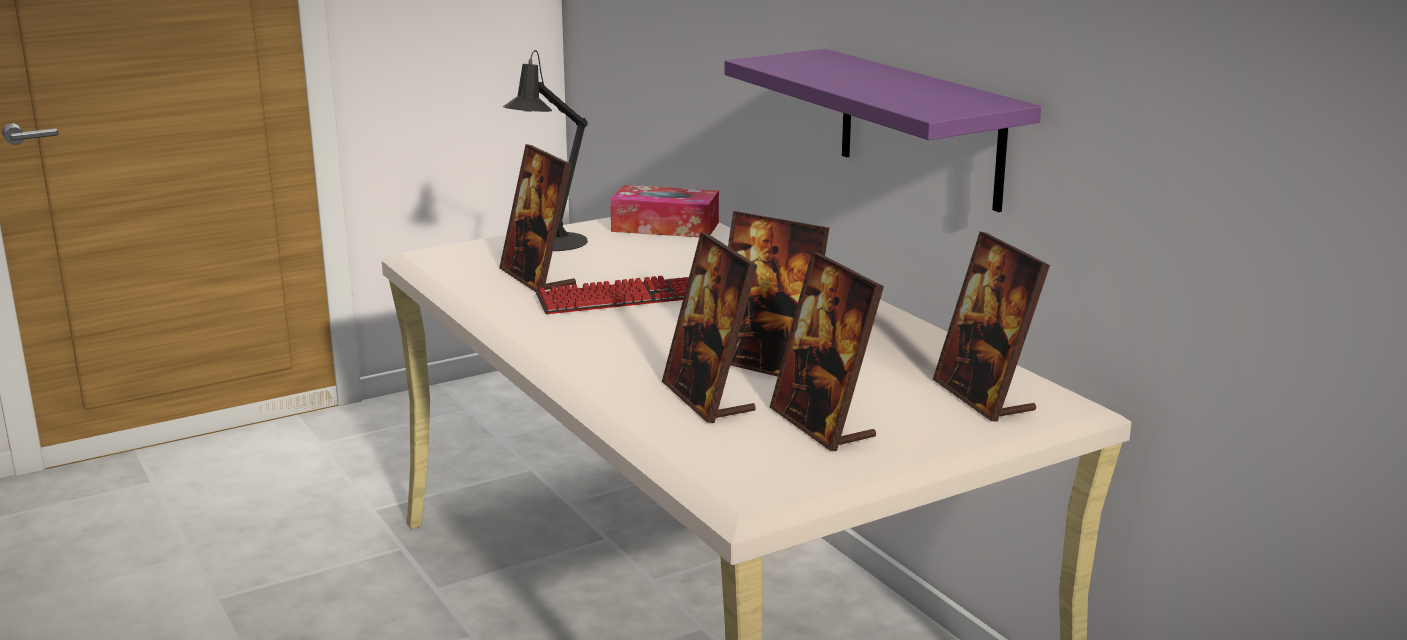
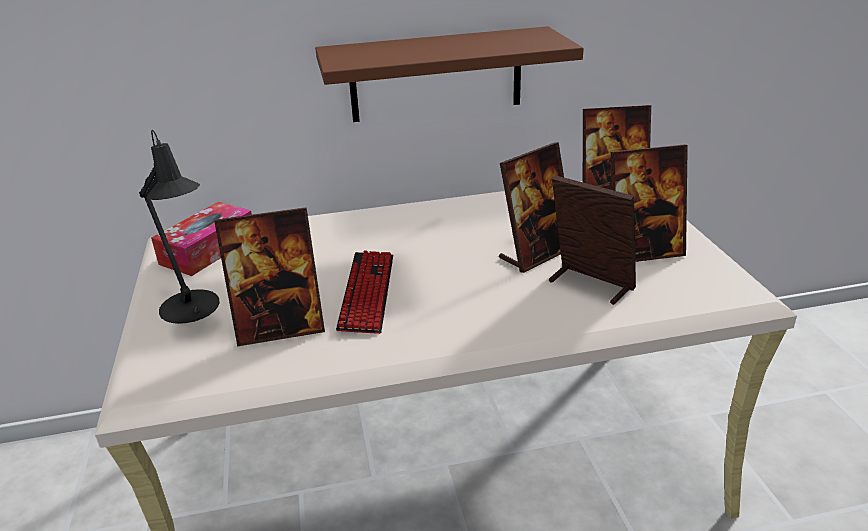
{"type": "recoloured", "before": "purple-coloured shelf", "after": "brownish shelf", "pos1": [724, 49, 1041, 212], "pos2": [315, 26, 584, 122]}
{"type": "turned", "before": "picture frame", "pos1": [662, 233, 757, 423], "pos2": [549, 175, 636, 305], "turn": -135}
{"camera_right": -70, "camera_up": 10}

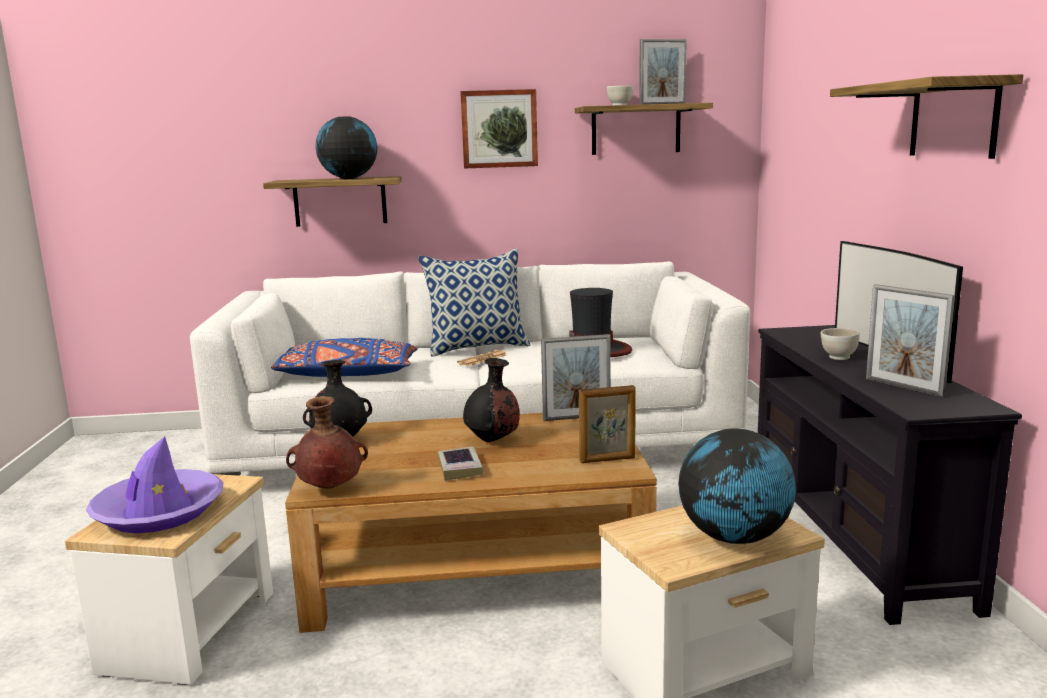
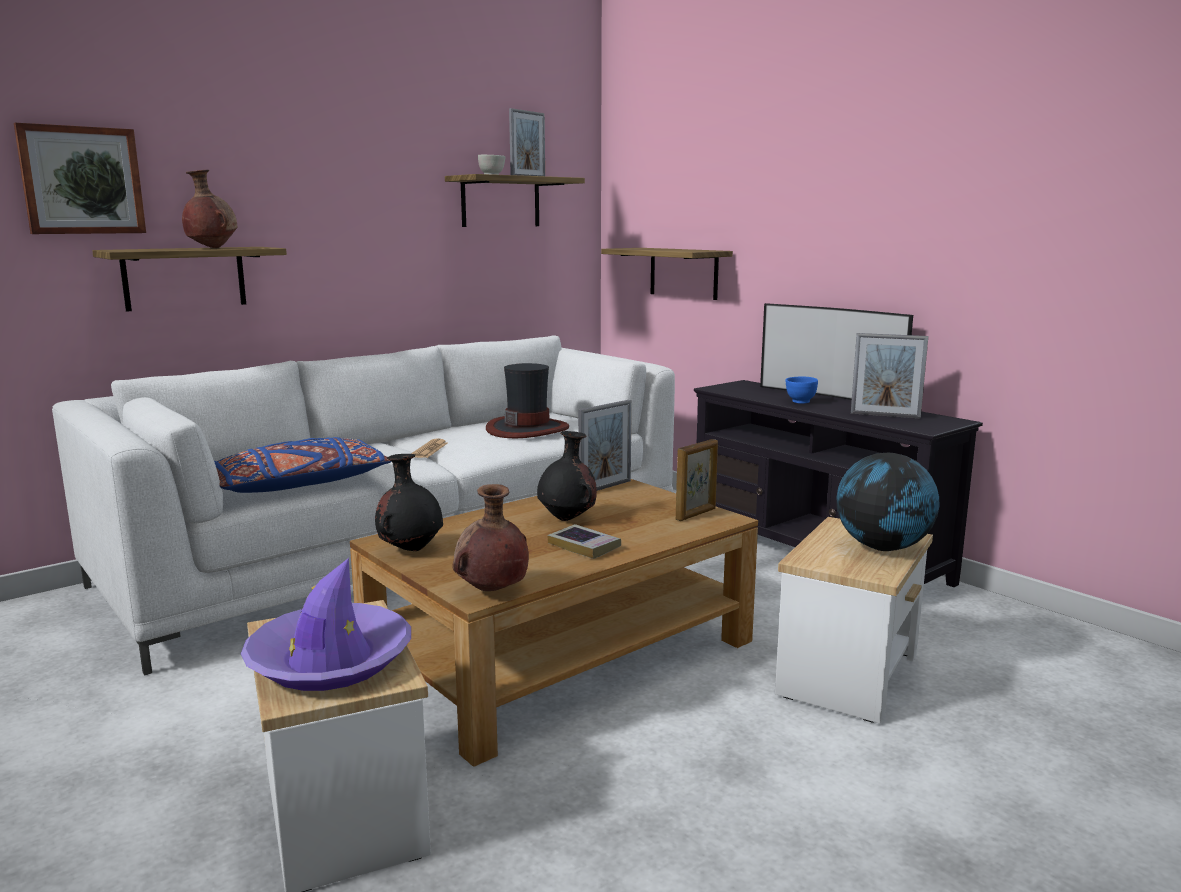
{"type": "moved", "before": "shelf", "pos1": [830, 74, 1023, 159], "pos2": [601, 248, 733, 300]}
{"type": "moved", "before": "wall picture", "pos1": [460, 89, 538, 169], "pos2": [14, 123, 146, 234]}
{"type": "replaced", "before": "world globe", "after": "brownish vase", "pos1": [316, 117, 377, 179], "pos2": [182, 170, 237, 248]}
{"type": "removed", "before": "pillow", "pos1": [418, 248, 531, 356]}
{"type": "recoloured", "before": "white-coloured deep dish", "after": "bluish deep dish", "pos1": [821, 328, 860, 360], "pos2": [786, 377, 818, 404]}
{"camera_right": -35, "camera_up": 0}

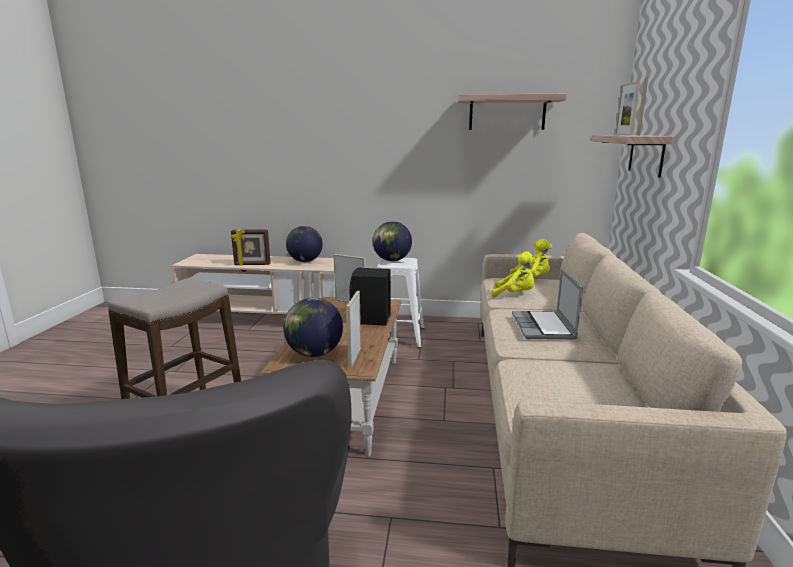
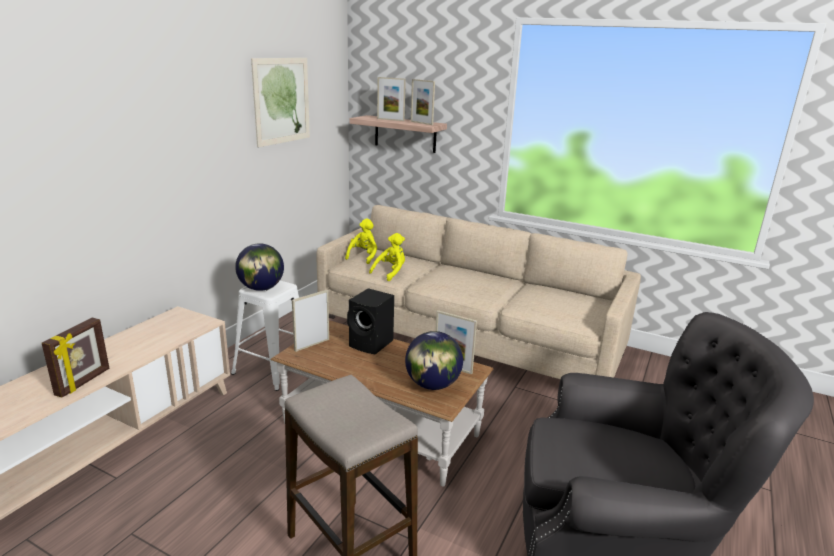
{"type": "replaced", "before": "shelf", "after": "wall picture", "pos1": [458, 94, 567, 130], "pos2": [251, 58, 310, 147]}
{"type": "removed", "before": "world globe", "pos1": [286, 226, 323, 262]}
{"type": "removed", "before": "laptop", "pos1": [512, 268, 583, 339]}
{"camera_right": -70, "camera_up": 5}

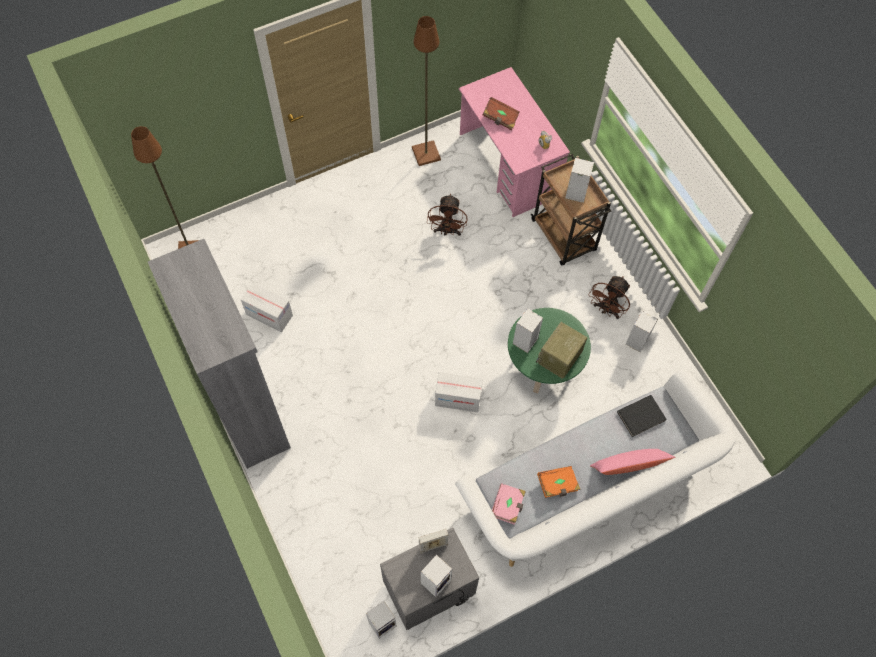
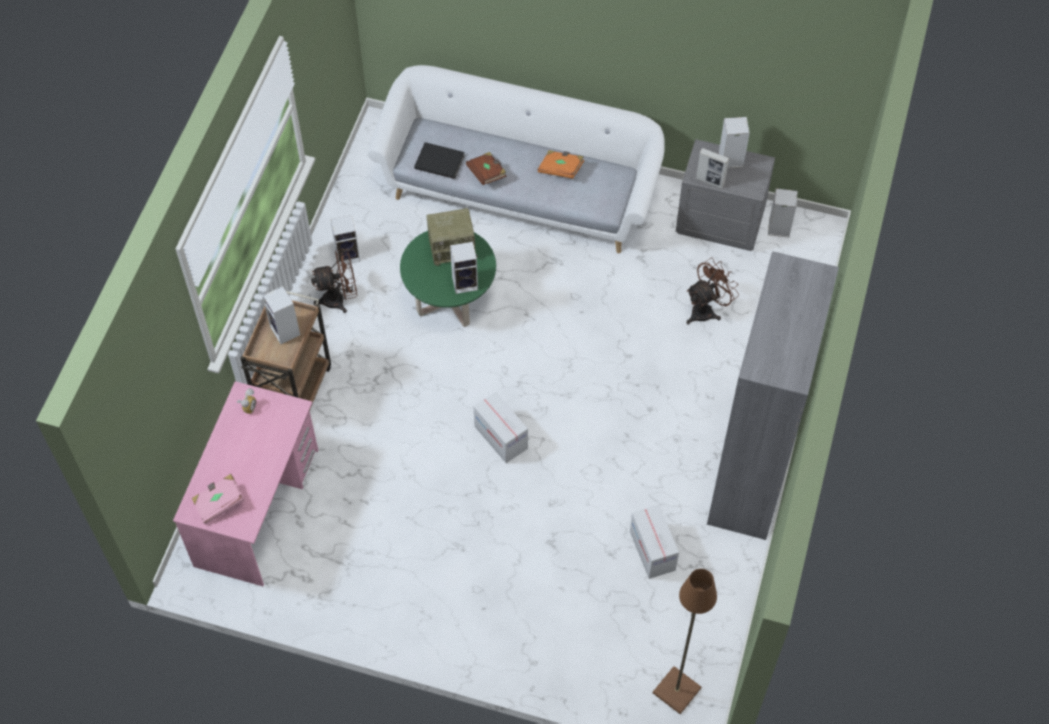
{"type": "removed", "before": "brownish floor lamp", "pos1": [412, 16, 441, 166]}
{"type": "moved", "before": "brownish bound book", "pos1": [483, 97, 520, 130], "pos2": [466, 152, 507, 185]}
{"type": "moved", "before": "brownish fan", "pos1": [427, 194, 468, 236], "pos2": [686, 258, 739, 324]}
{"type": "moved", "before": "cardboard box", "pos1": [435, 372, 483, 412], "pos2": [473, 392, 528, 463]}
{"type": "removed", "before": "pink pillow", "pos1": [590, 449, 675, 475]}
{"type": "moved", "before": "pink bound book", "pos1": [492, 483, 526, 525], "pos2": [192, 474, 244, 524]}
{"camera_right": -135, "camera_up": -5}

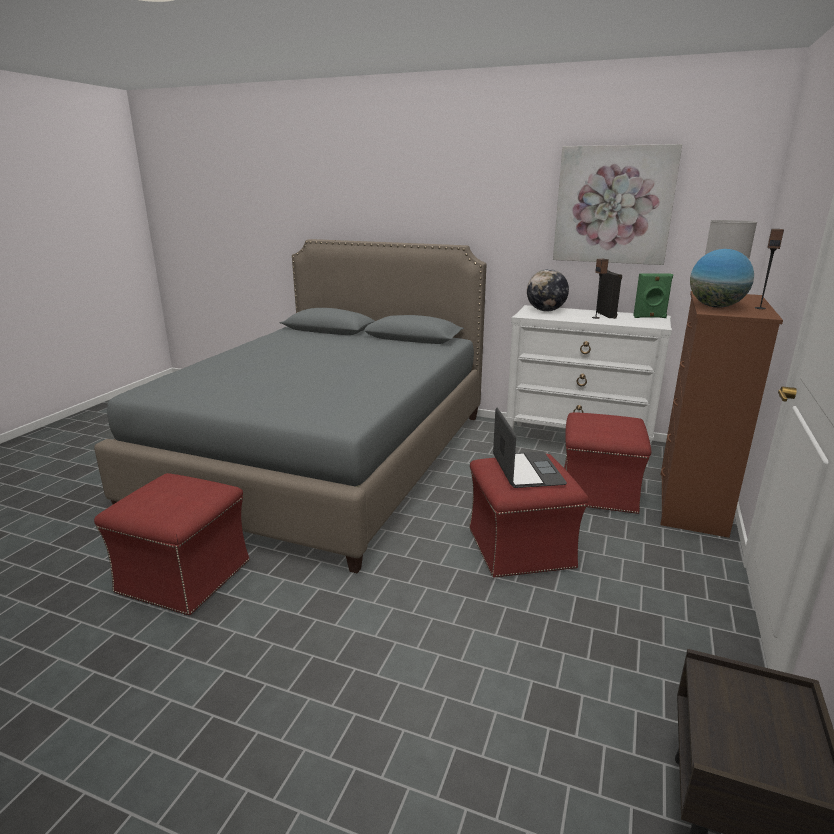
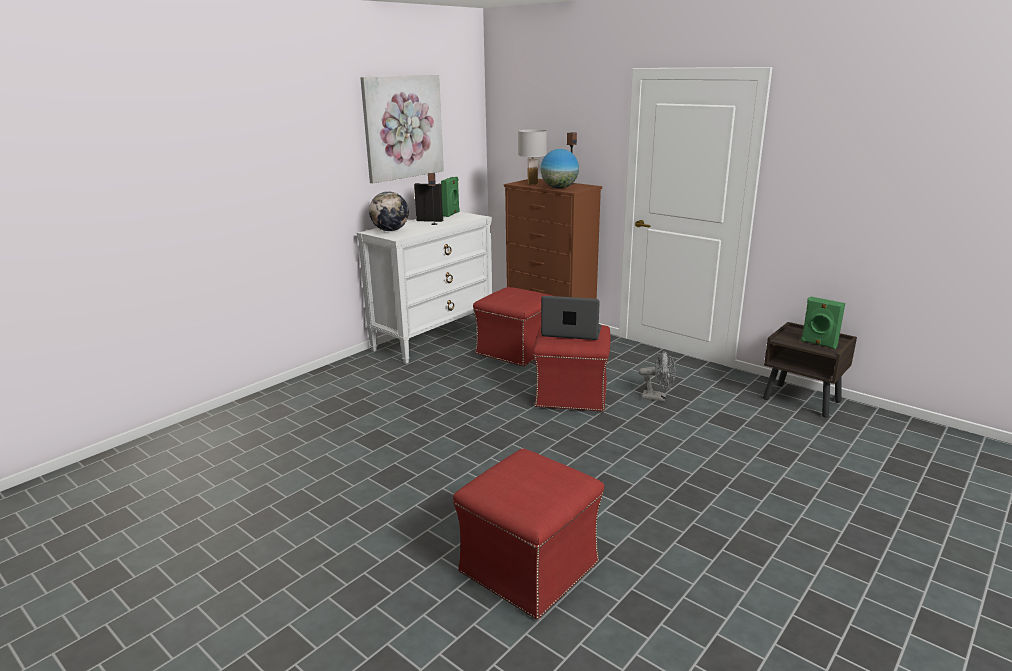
{"type": "removed", "before": "greyish bedroom bed", "pos1": [94, 239, 486, 573]}
{"type": "added", "after": "greenish speaker", "pos2": [801, 297, 845, 349]}
{"type": "added", "after": "greyish fan", "pos2": [639, 351, 676, 401]}
{"camera_right": -70, "camera_up": 0}

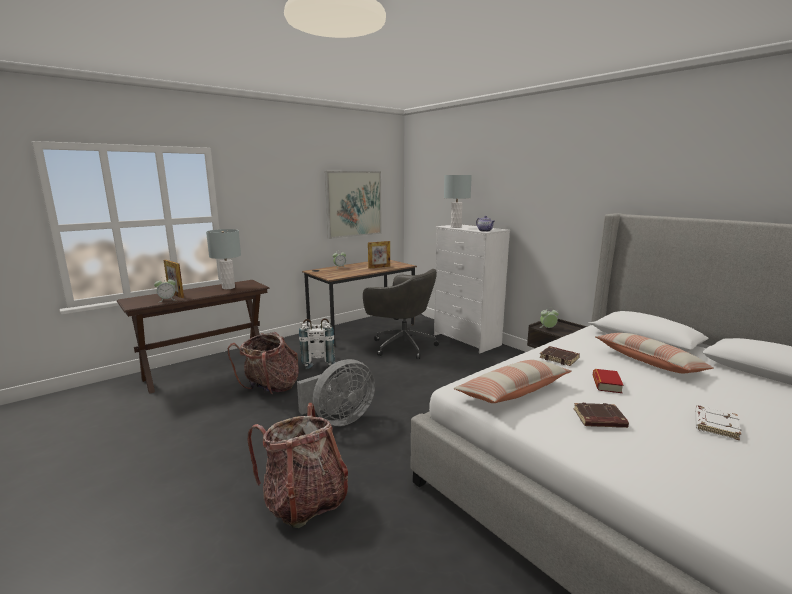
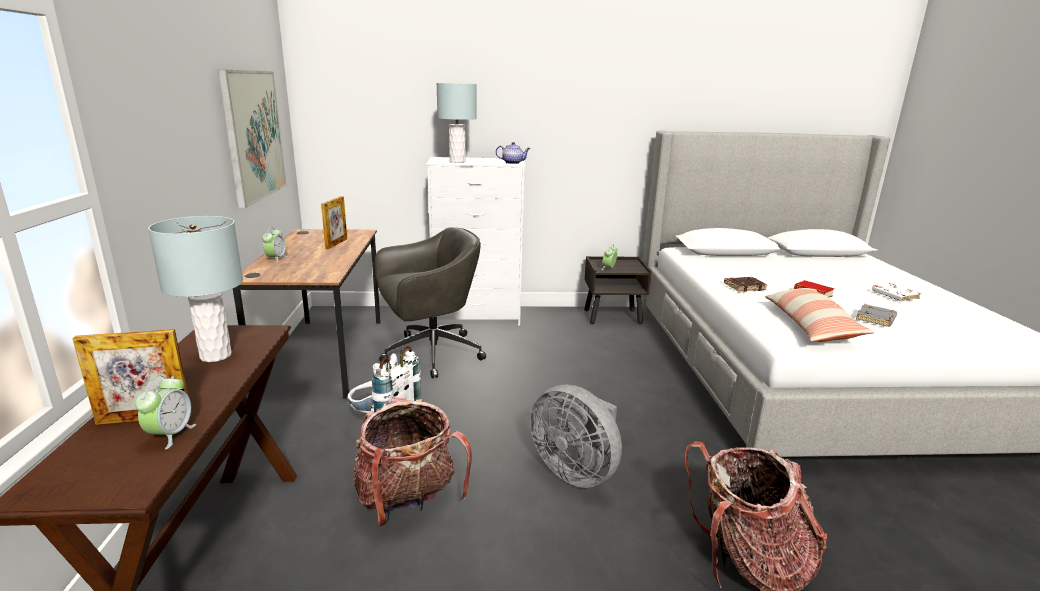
{"type": "removed", "before": "pillow", "pos1": [595, 333, 714, 373]}
{"type": "turned", "before": "greyish fan", "pos1": [297, 359, 375, 426], "pos2": [530, 385, 622, 488], "turn": 135}
{"type": "recoloured", "before": "brownish bound book", "after": "greyish bound book", "pos1": [574, 403, 629, 428], "pos2": [856, 304, 897, 327]}
{"camera_right": -55, "camera_up": 5}

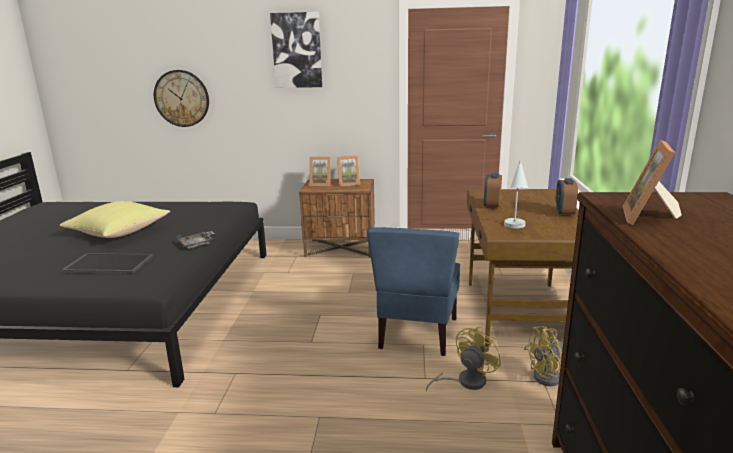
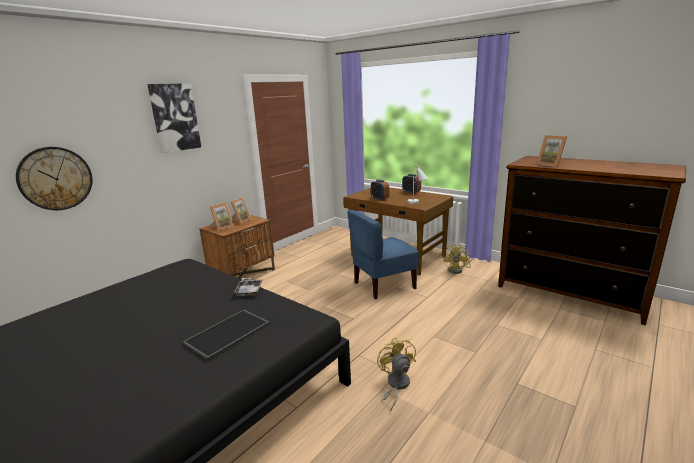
{"type": "removed", "before": "yellowish pillow", "pos1": [60, 201, 170, 238]}
{"type": "turned", "before": "bluish upright chair", "pos1": [367, 227, 460, 356], "pos2": [347, 210, 419, 299], "turn": 105}
{"type": "moved", "before": "yellowish fan", "pos1": [426, 327, 501, 392], "pos2": [377, 337, 416, 412]}
{"camera_right": -55, "camera_up": 0}

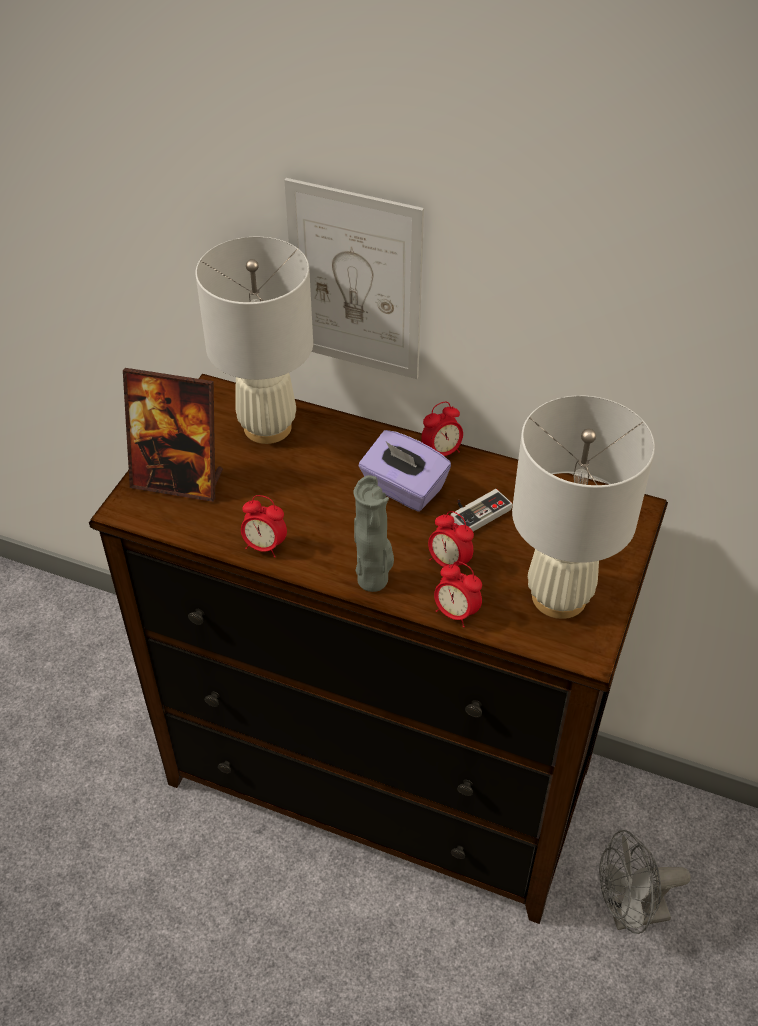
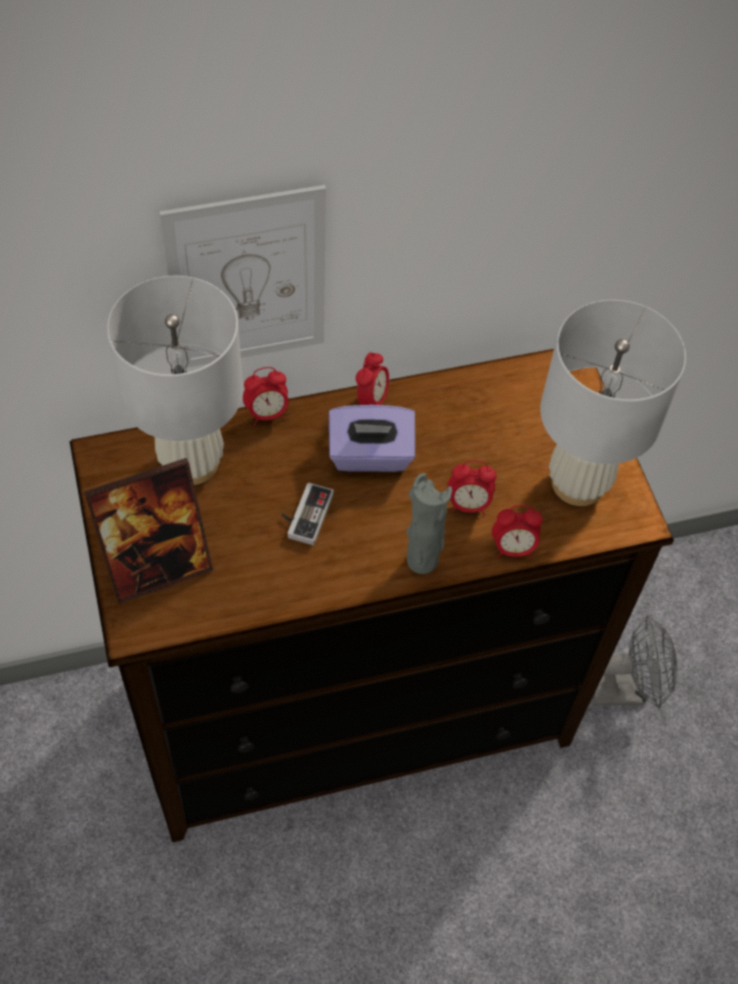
{"type": "moved", "before": "gamepad", "pos1": [451, 489, 512, 531], "pos2": [281, 483, 334, 545]}
{"type": "moved", "before": "bedside clock", "pos1": [241, 495, 287, 558], "pos2": [243, 367, 288, 425]}
{"type": "turned", "before": "greyish fan", "pos1": [599, 830, 691, 934], "pos2": [593, 615, 677, 709], "turn": -135}
{"camera_right": -40, "camera_up": 10}

